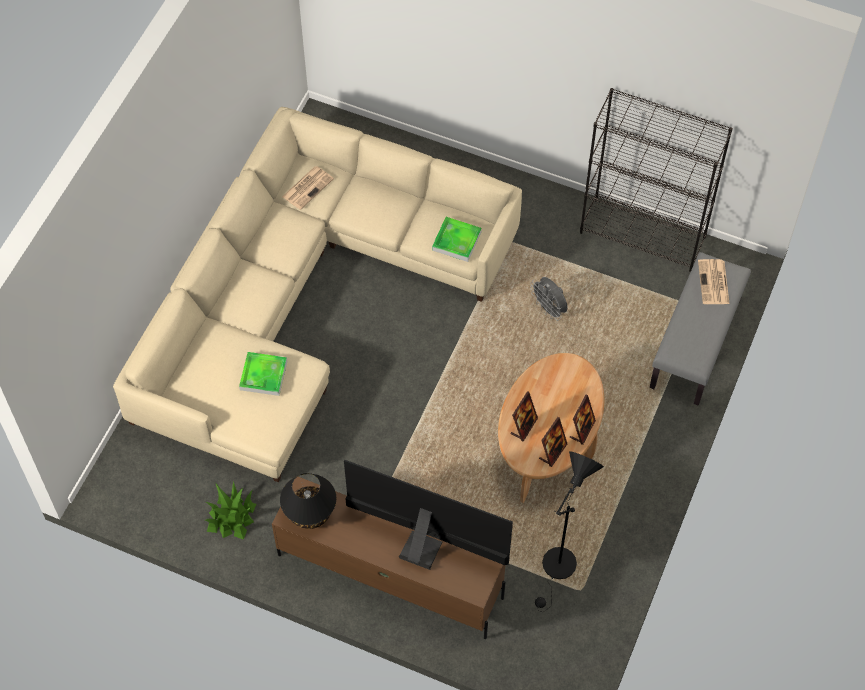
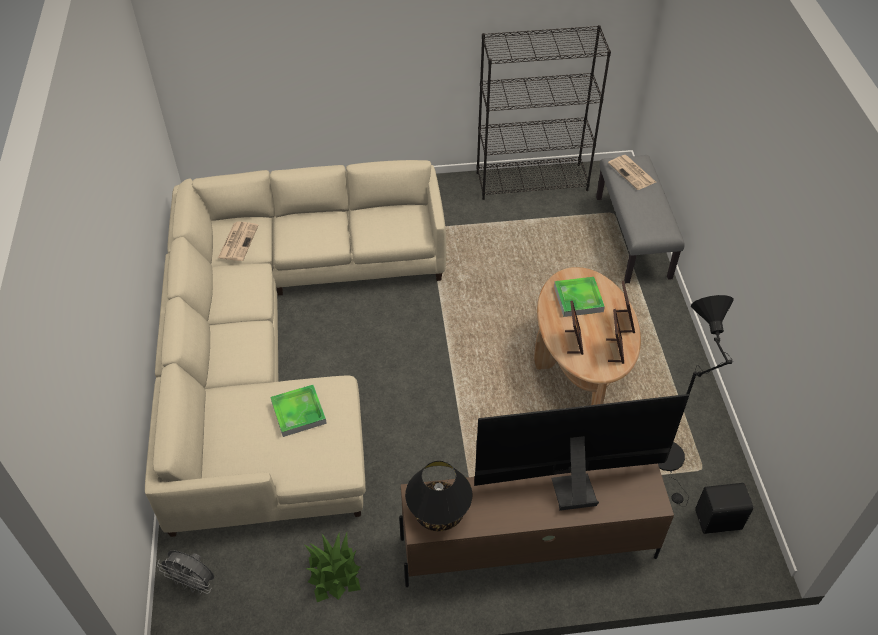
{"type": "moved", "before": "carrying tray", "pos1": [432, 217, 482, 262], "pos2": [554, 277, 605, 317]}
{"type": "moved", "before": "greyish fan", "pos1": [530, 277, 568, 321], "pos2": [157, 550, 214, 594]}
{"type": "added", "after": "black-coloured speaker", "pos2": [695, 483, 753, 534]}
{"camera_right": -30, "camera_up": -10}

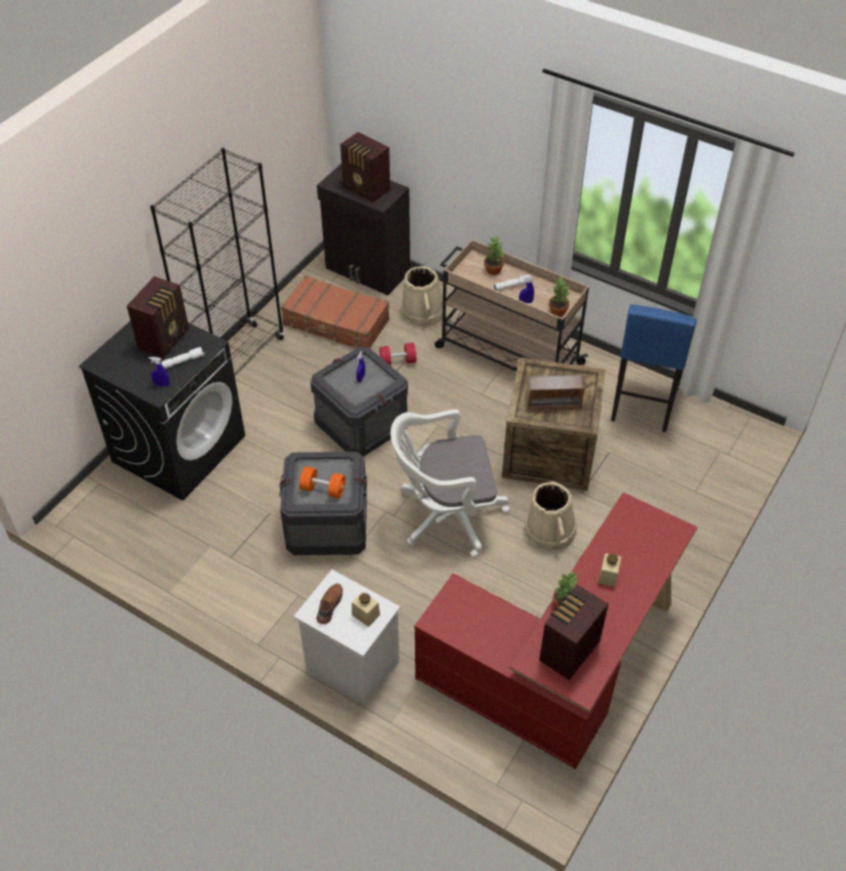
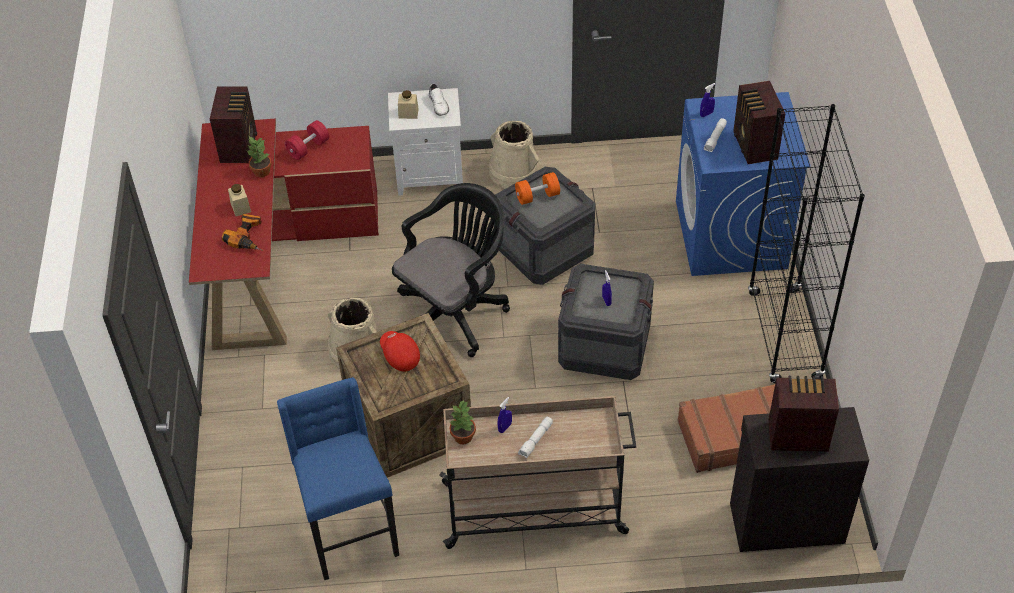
{"type": "removed", "before": "potted plant", "pos1": [484, 236, 504, 275]}
{"type": "moved", "before": "sand-coloured bucket", "pos1": [401, 266, 443, 327], "pos2": [489, 121, 539, 189]}
{"type": "recoloured", "before": "black-coloured laundry machine", "after": "bluish laundry machine", "pos1": [79, 321, 245, 501], "pos2": [676, 92, 811, 276]}
{"type": "moved", "before": "reddish free weight", "pos1": [379, 343, 417, 366], "pos2": [285, 120, 329, 160]}
{"type": "replaced", "before": "radio receiver", "after": "reddish baseball cap", "pos1": [524, 375, 585, 412], "pos2": [380, 331, 420, 372]}
{"type": "recoloured", "before": "white-coloured computer chair", "after": "black-coloured computer chair", "pos1": [390, 409, 509, 558], "pos2": [392, 183, 510, 357]}
{"type": "recoloured", "before": "brownish item of footwear", "after": "white-coloured item of footwear", "pos1": [317, 584, 343, 624], "pos2": [429, 84, 449, 116]}
{"type": "added", "after": "drill", "pos2": [222, 214, 263, 251]}
{"camera_right": 145, "camera_up": 0}

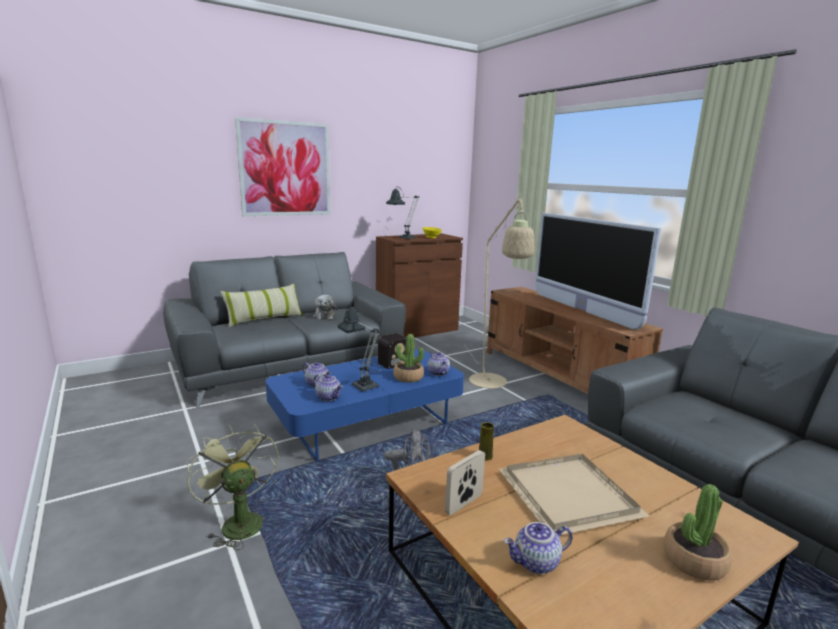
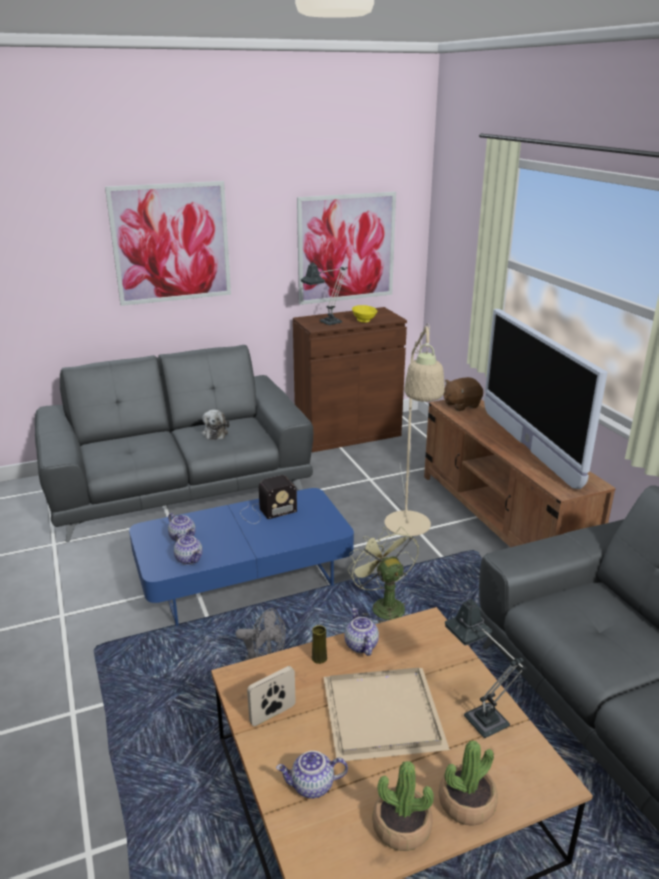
{"type": "removed", "before": "pillow", "pos1": [220, 284, 303, 327]}
{"type": "moved", "before": "lamp for a table", "pos1": [337, 305, 379, 391], "pos2": [445, 598, 526, 738]}
{"type": "moved", "before": "potted plant", "pos1": [393, 334, 424, 383], "pos2": [372, 761, 434, 851]}
{"type": "moved", "before": "pot for tea", "pos1": [427, 352, 450, 376], "pos2": [344, 608, 379, 656]}
{"type": "moved", "before": "greenish fan", "pos1": [186, 425, 278, 550], "pos2": [348, 527, 419, 623]}
{"type": "added", "after": "wall picture", "pos2": [297, 192, 396, 305]}
{"type": "added", "after": "brownish soft toy", "pos2": [443, 377, 483, 411]}
{"camera_right": 10, "camera_up": 10}

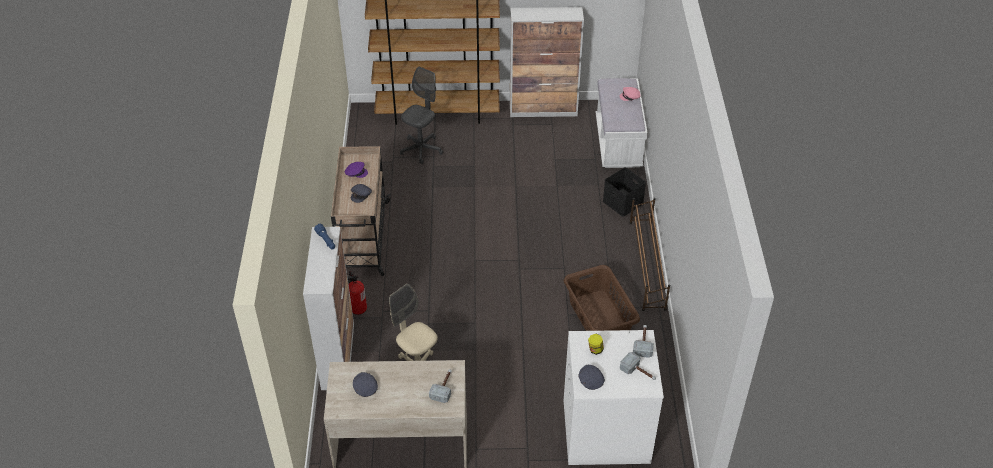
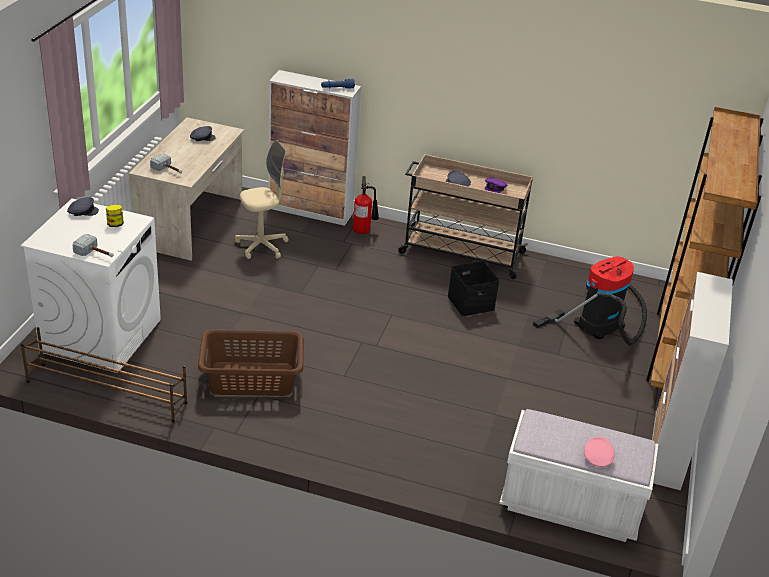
{"type": "replaced", "before": "greyish computer chair", "after": "vacuum", "pos1": [400, 67, 443, 164], "pos2": [533, 256, 647, 345]}
{"type": "moved", "before": "black-coloured storage bin", "pos1": [603, 167, 646, 217], "pos2": [447, 261, 499, 317]}
{"type": "moved", "before": "brownish shoe shelf", "pos1": [630, 198, 670, 311], "pos2": [21, 327, 187, 423]}
{"type": "removed", "before": "tool hammer", "pos1": [620, 352, 656, 380]}
{"camera_right": 105, "camera_up": -10}

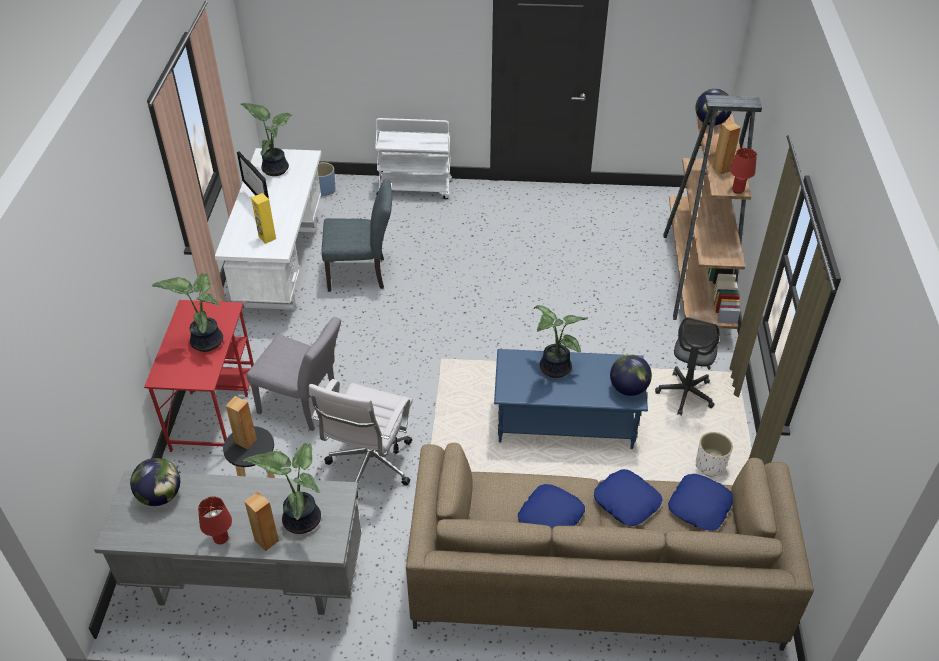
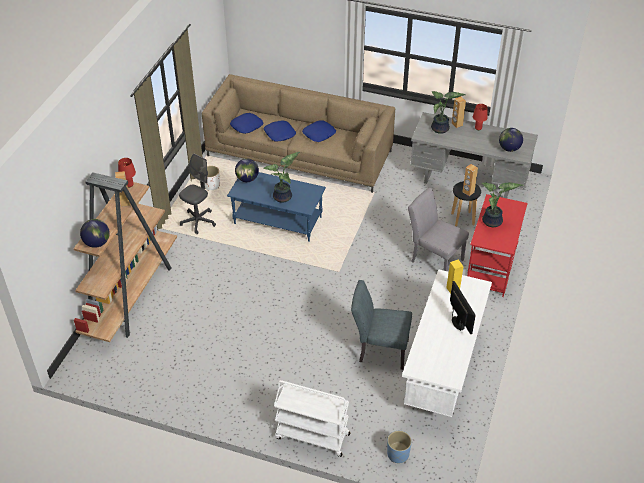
{"type": "removed", "before": "potted plant", "pos1": [241, 103, 292, 176]}
{"type": "removed", "before": "white-coloured computer chair", "pos1": [309, 379, 413, 499]}
{"camera_right": -165, "camera_up": 0}

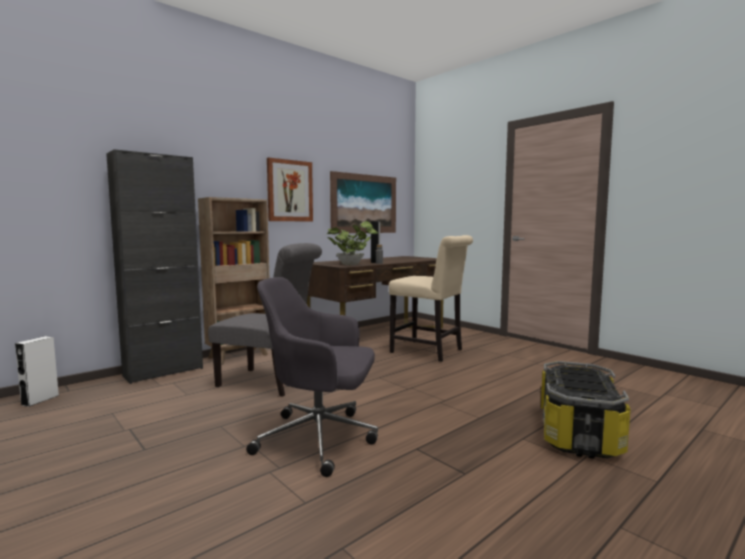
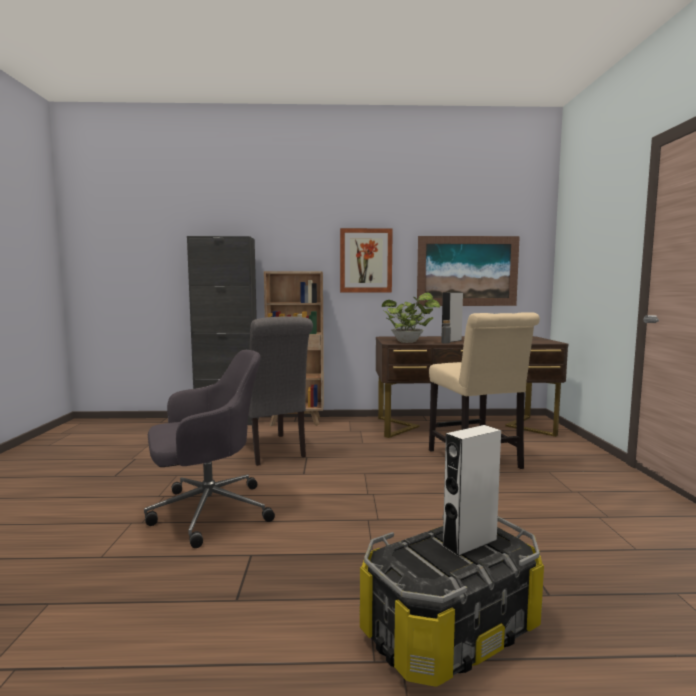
{"type": "turned", "before": "greyish computer chair", "pos1": [246, 277, 378, 477], "pos2": [144, 350, 275, 548], "turn": 105}
{"type": "moved", "before": "white-coloured speaker", "pos1": [15, 336, 60, 407], "pos2": [442, 425, 501, 557]}
{"camera_right": 40, "camera_up": 0}

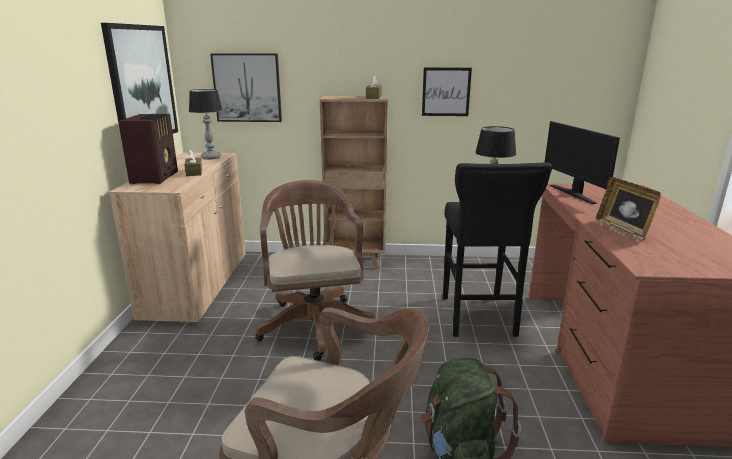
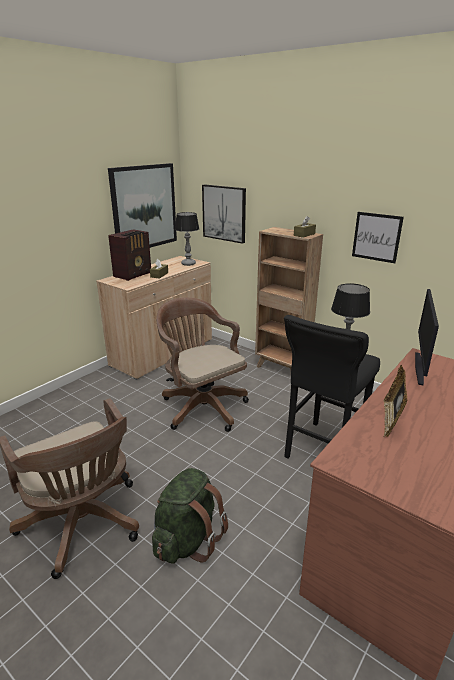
{"type": "turned", "before": "brownish computer chair", "pos1": [255, 180, 374, 361], "pos2": [156, 297, 249, 432], "turn": -60}
{"camera_right": 35, "camera_up": 5}

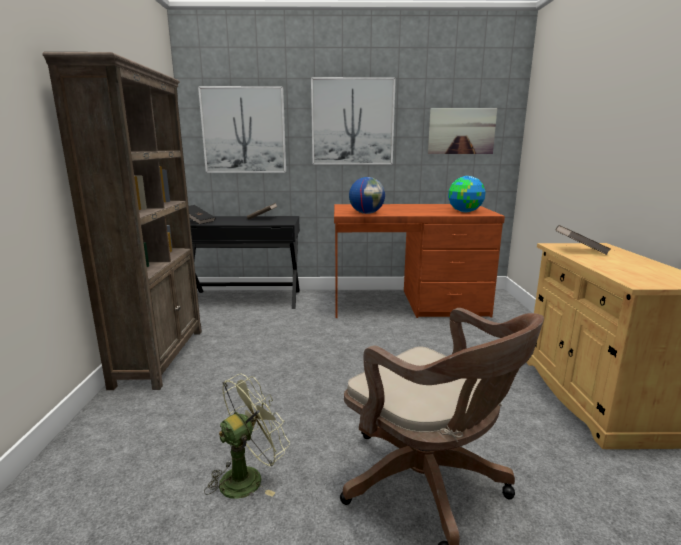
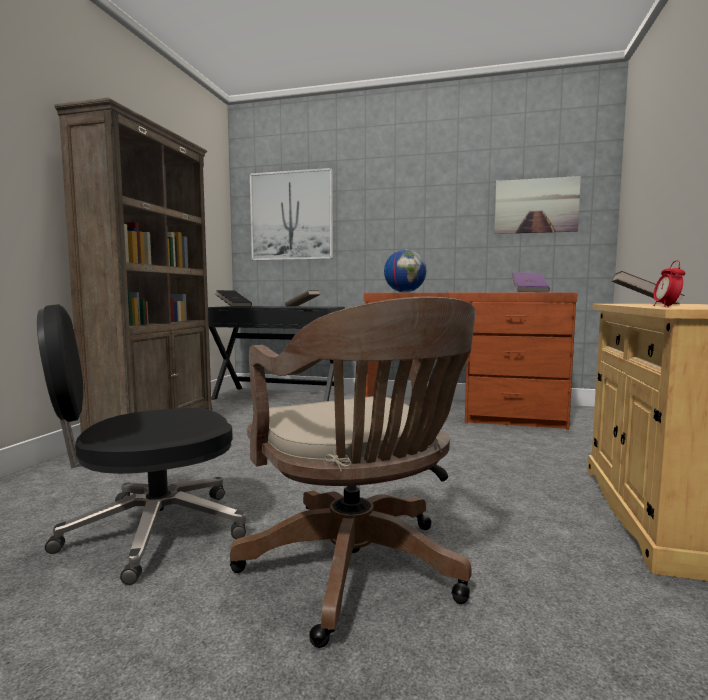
{"type": "removed", "before": "wall picture", "pos1": [311, 77, 396, 165]}
{"type": "replaced", "before": "world globe", "after": "purple-coloured bound book", "pos1": [448, 176, 486, 212], "pos2": [512, 273, 550, 292]}
{"type": "replaced", "before": "greenish fan", "after": "black-coloured computer chair", "pos1": [204, 373, 290, 499], "pos2": [37, 304, 246, 585]}
{"type": "added", "after": "bedside clock", "pos2": [653, 261, 685, 307]}
{"camera_right": 15, "camera_up": -10}

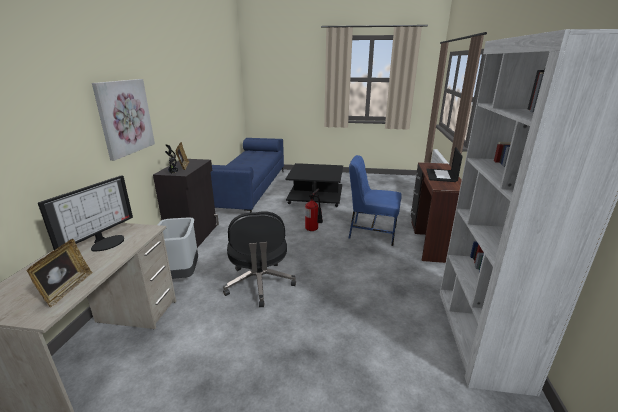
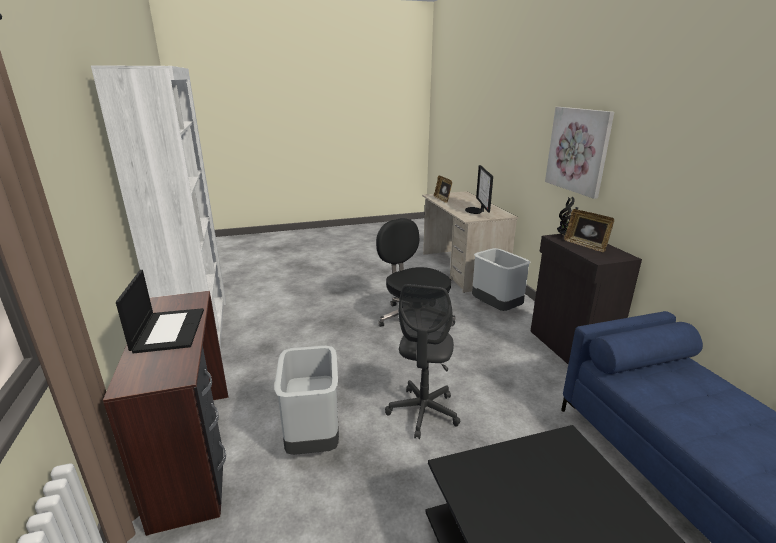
{"type": "replaced", "before": "bluish upright chair", "after": "greyish waste bin", "pos1": [349, 155, 402, 246], "pos2": [275, 346, 339, 455]}
{"type": "replaced", "before": "fire extinguisher", "after": "greyish computer chair", "pos1": [305, 189, 323, 231], "pos2": [385, 284, 460, 439]}
{"camera_right": 155, "camera_up": 0}

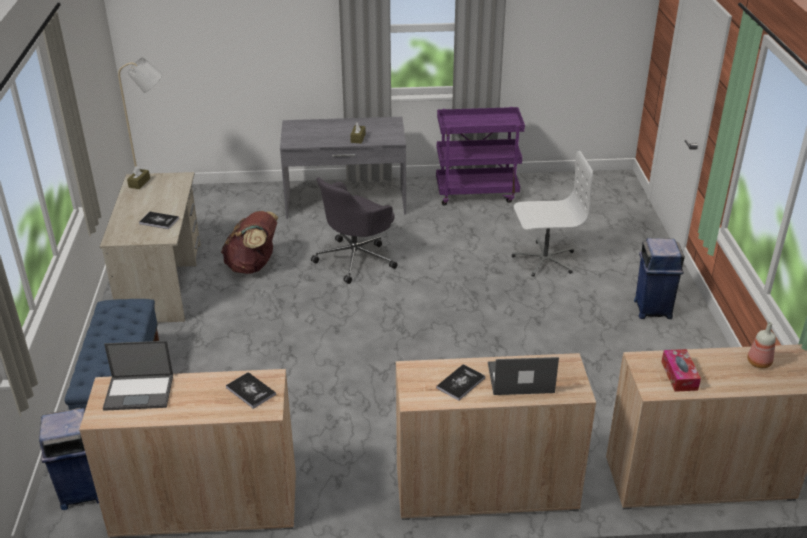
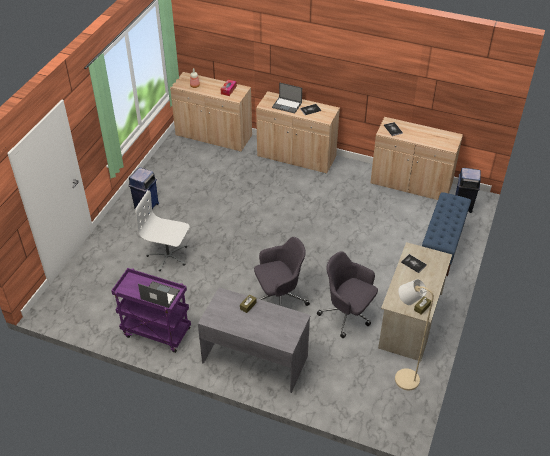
{"type": "replaced", "before": "brownish backpack", "after": "greyish computer chair", "pos1": [221, 211, 278, 274], "pos2": [317, 251, 378, 338]}
{"type": "moved", "before": "laptop", "pos1": [103, 341, 173, 411], "pos2": [138, 281, 180, 308]}
{"camera_right": -155, "camera_up": 10}

